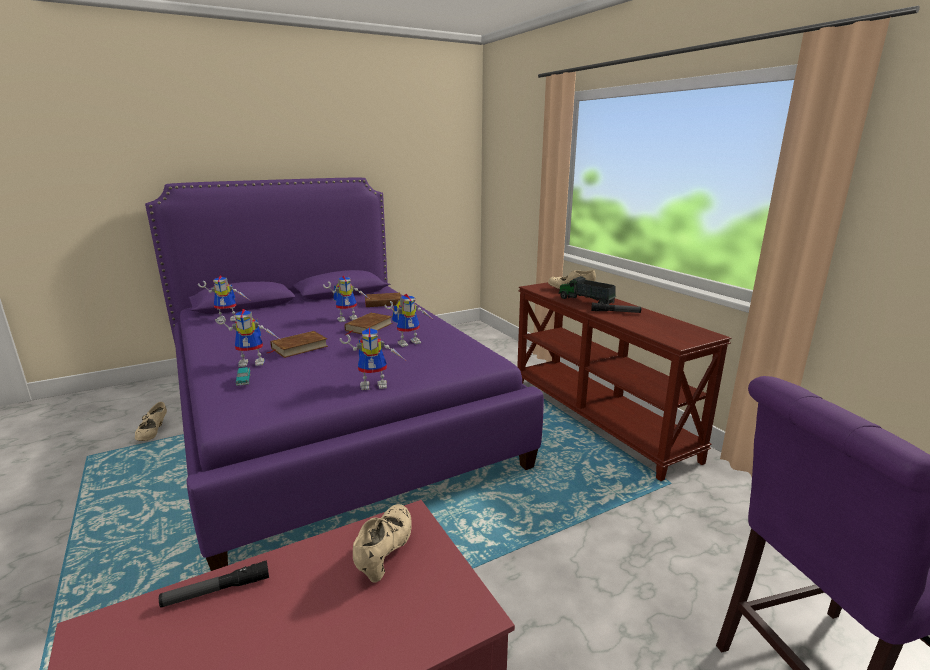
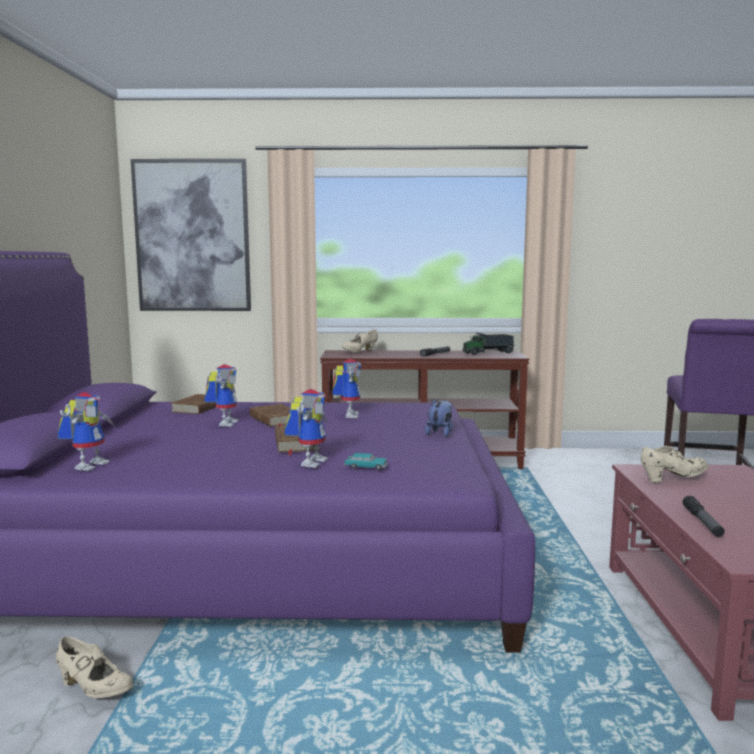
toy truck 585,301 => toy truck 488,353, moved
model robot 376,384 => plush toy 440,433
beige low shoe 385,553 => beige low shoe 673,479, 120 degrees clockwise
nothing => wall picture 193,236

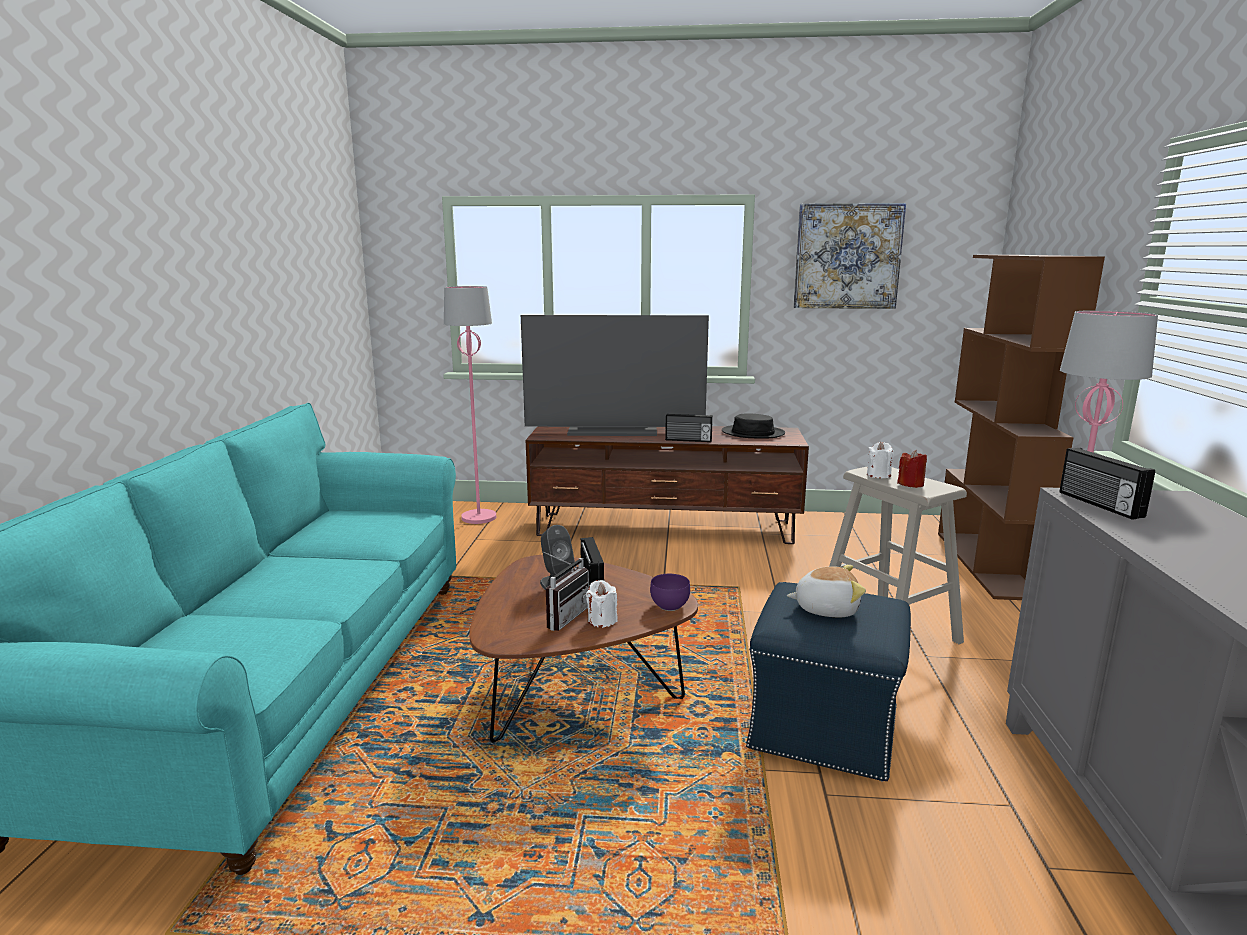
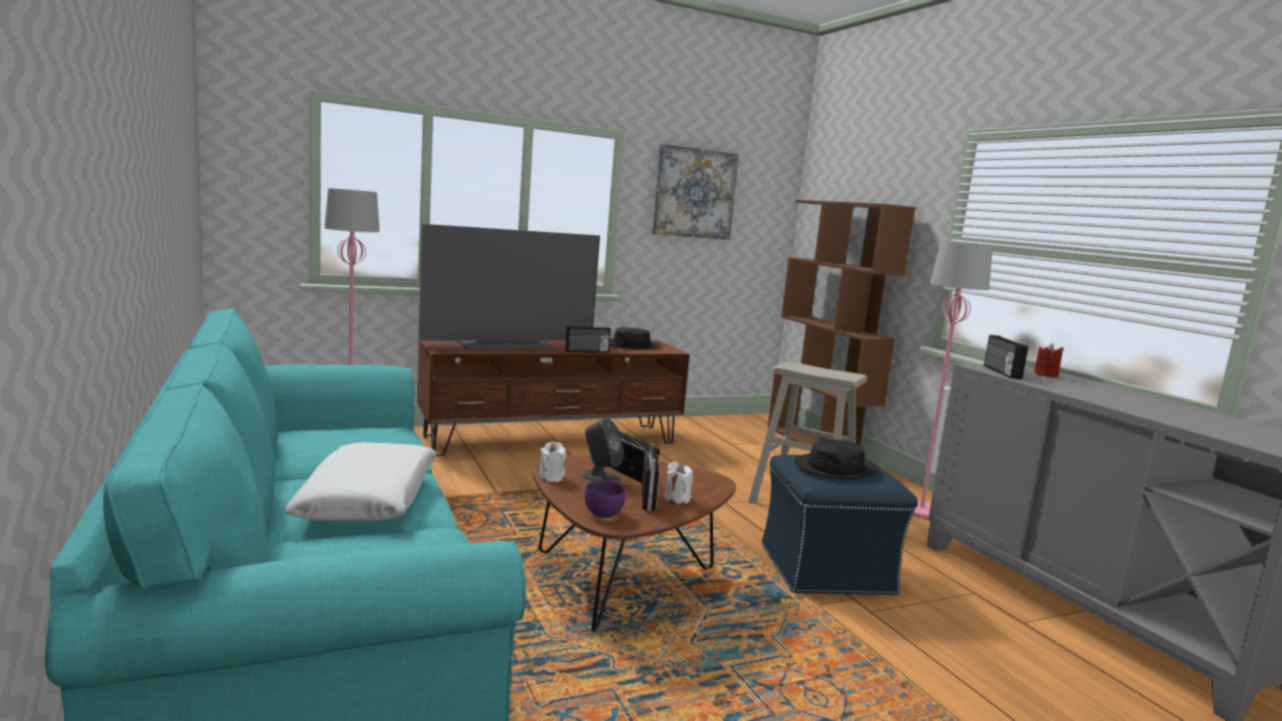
white wax light 878,475 => white wax light 551,477, moved
radio 1098,504 => radio 1001,372, 45 degrees clockwise
reddish wax light 911,484 => reddish wax light 1045,375, moved
plush toy 826,609 => blackish wearable hat 835,468
purple deep dish 668,606 => purple deep dish 601,514, moved
nothing => white throw pillow 369,499

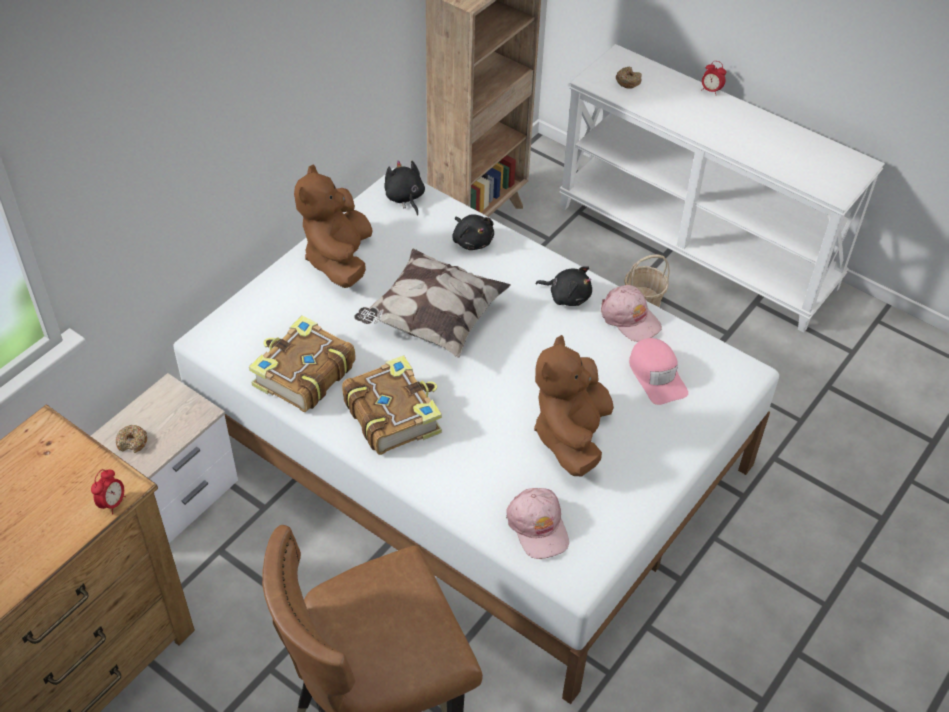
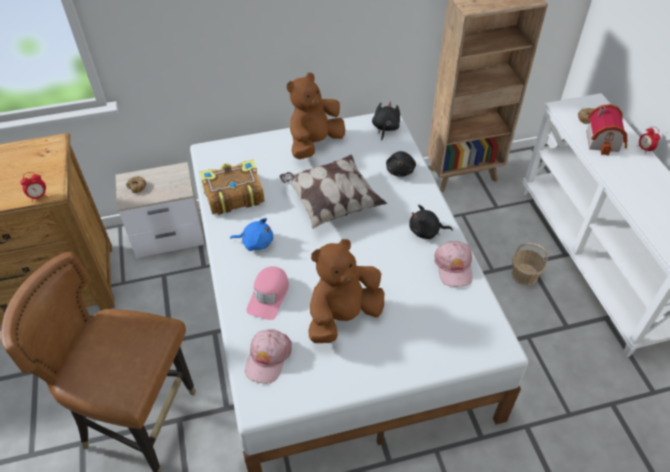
blackish plush toy 567,296 => blackish plush toy 426,231, 120 degrees clockwise
pink-coloured baseball cap 656,375 => pink-coloured baseball cap 269,296, moved
bound book 392,414 => blue-coloured plush toy 256,242
nothing => model house 604,140

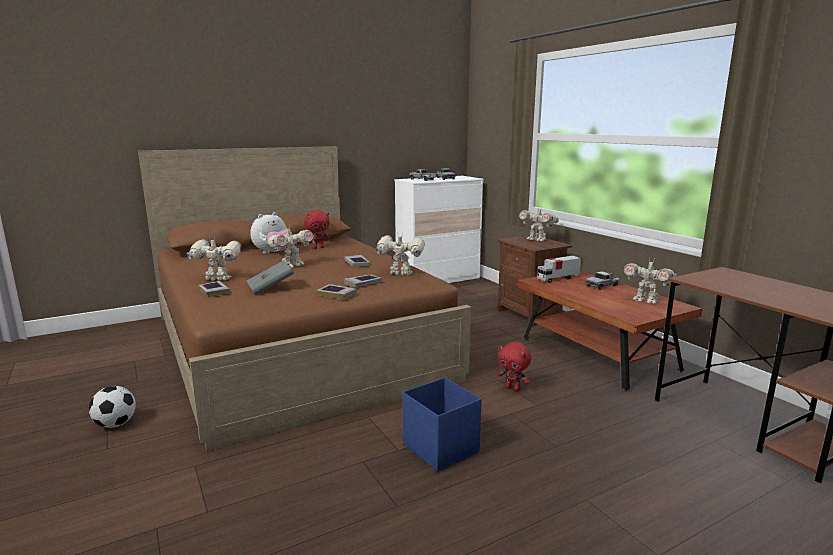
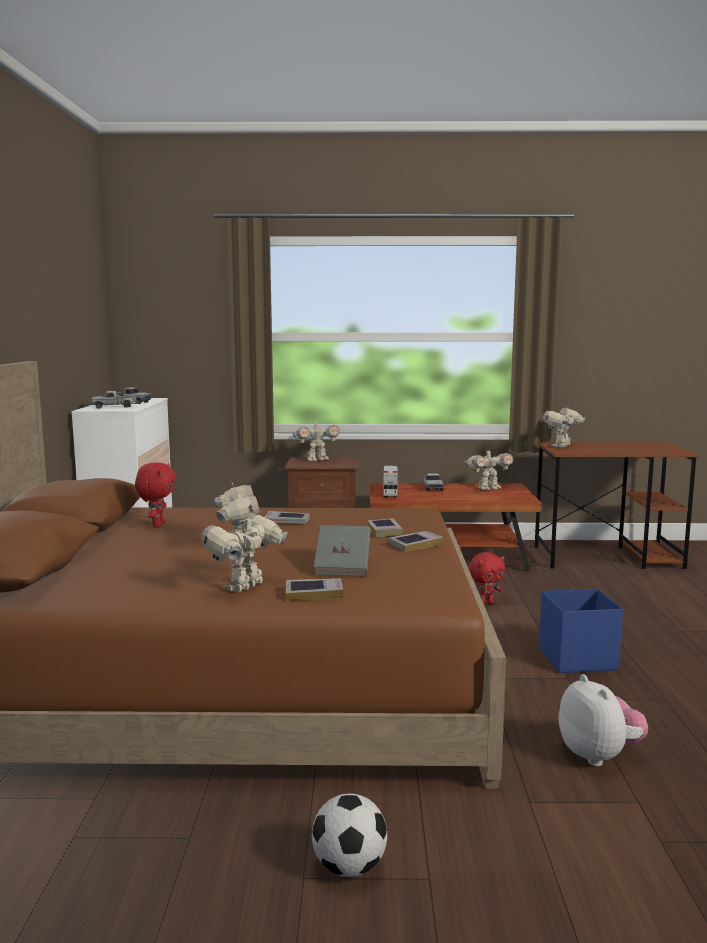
plush toy 273,253 => plush toy 599,756, moved
model robot 400,274 => model robot 562,446, moved

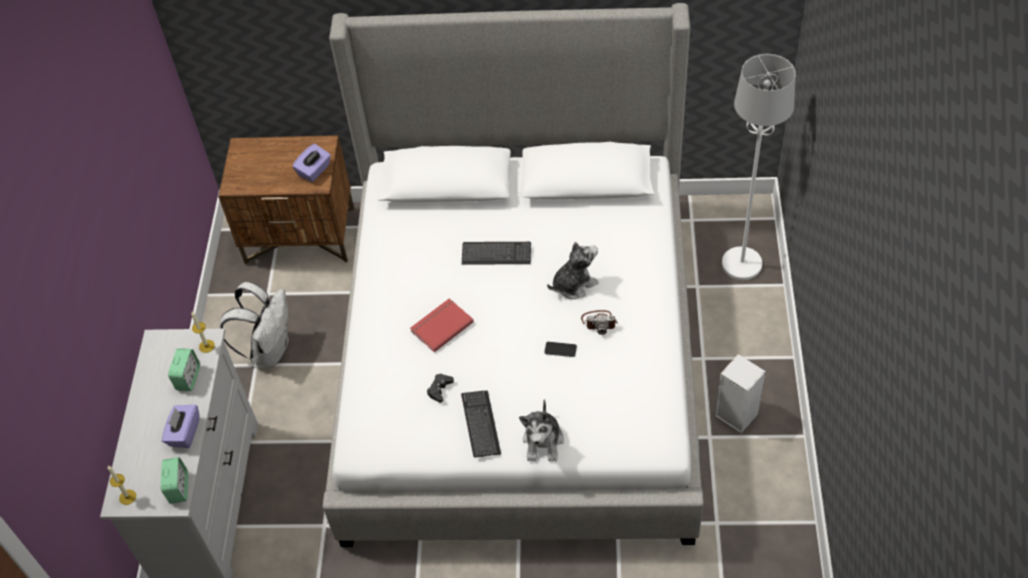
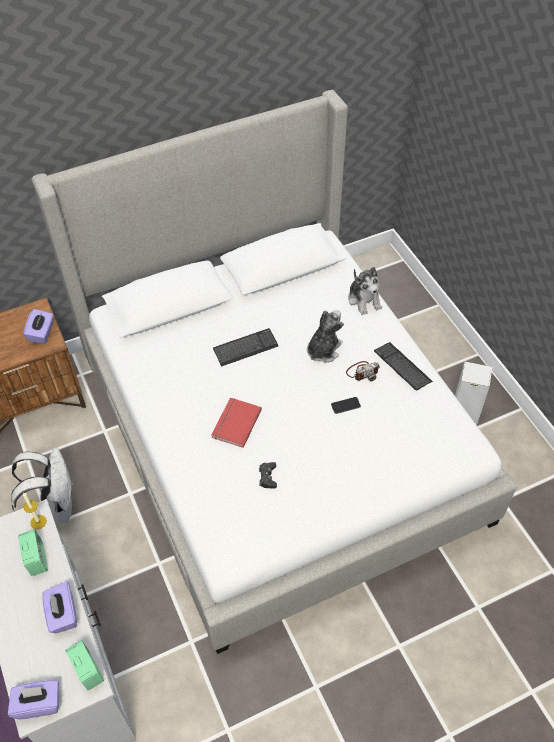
white floor lamp 742,264 => nothing
PC keyboard 481,424 => PC keyboard 402,367, moved
plush toy 543,441 => plush toy 364,300, moved
wax light 127,497 => purple tissue box 38,704

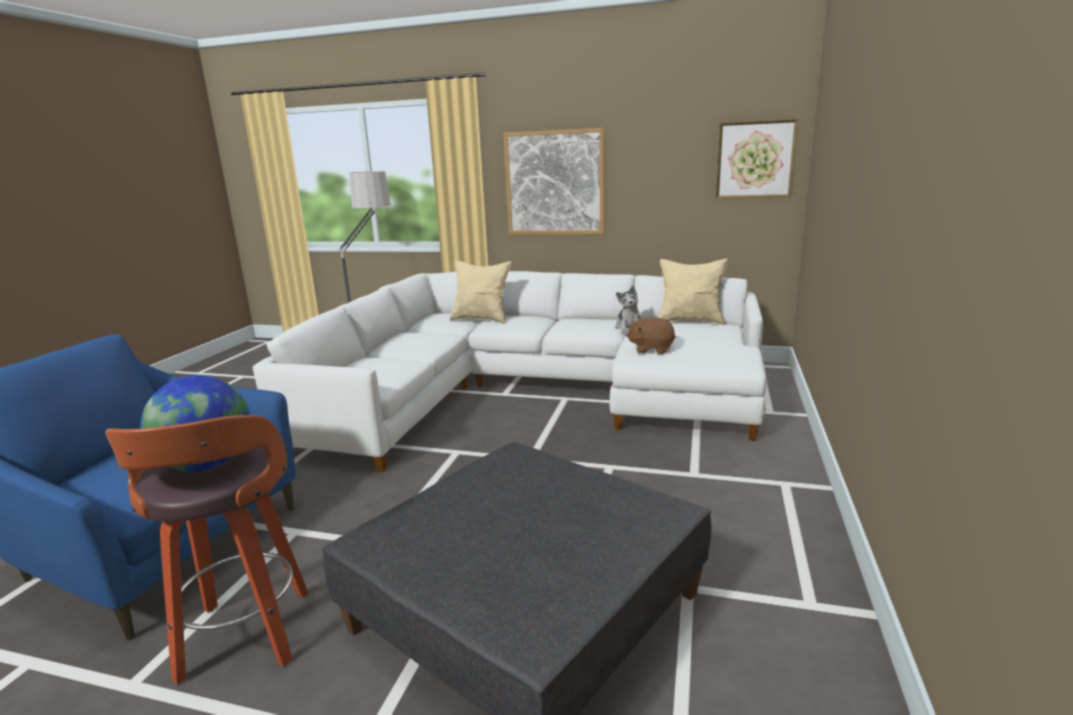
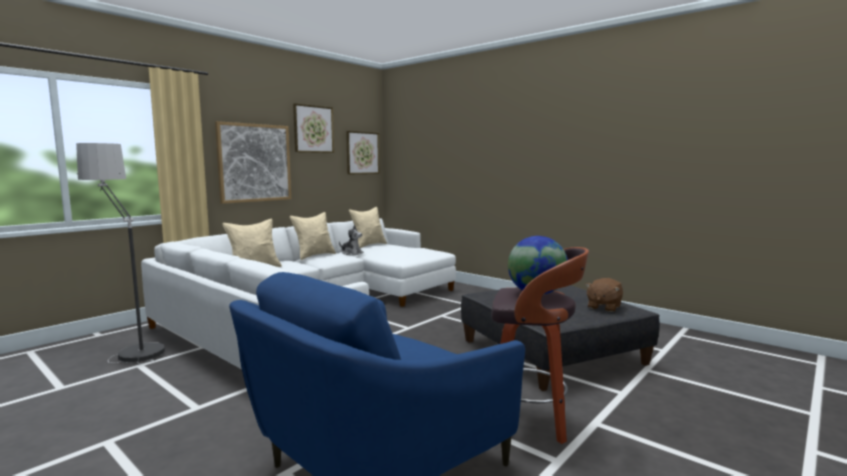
brownish plush toy 651,349 => brownish plush toy 603,307, moved
nothing => wall picture 313,129
nothing => beige throw pillow 314,256

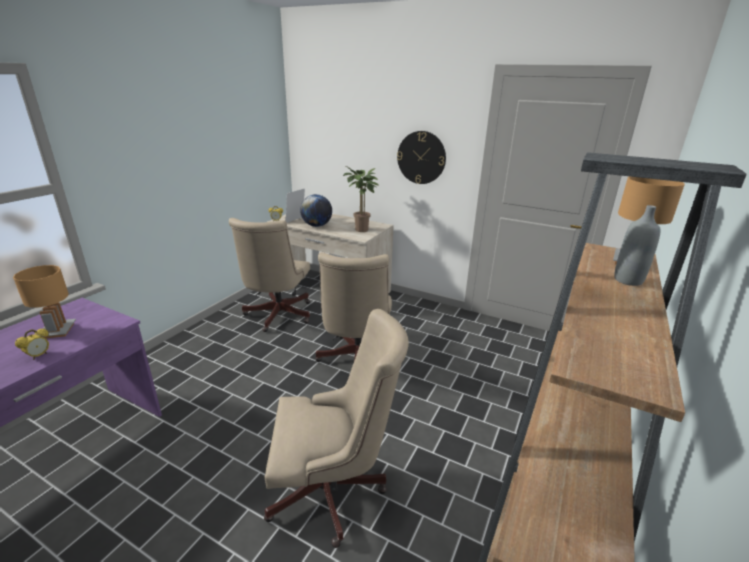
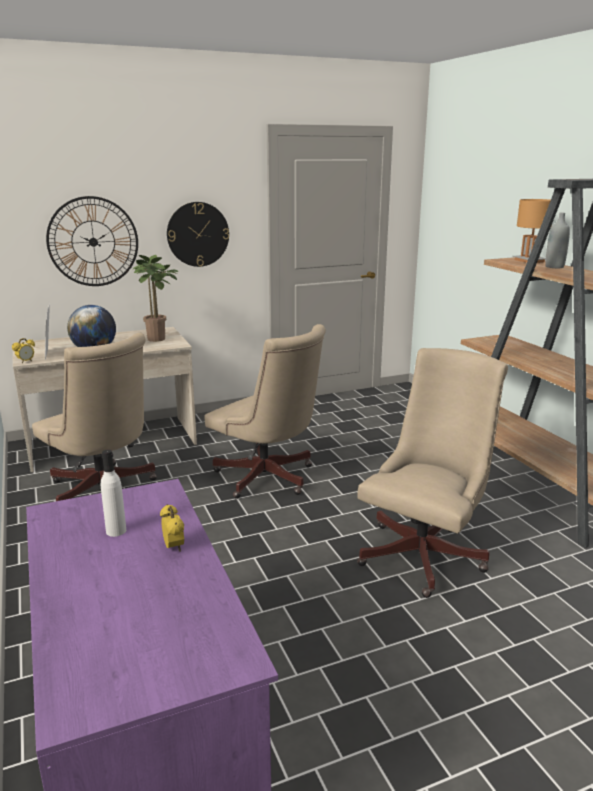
brownish table lamp 57,331 => white bottle 116,531
nothing => wall clock 93,242

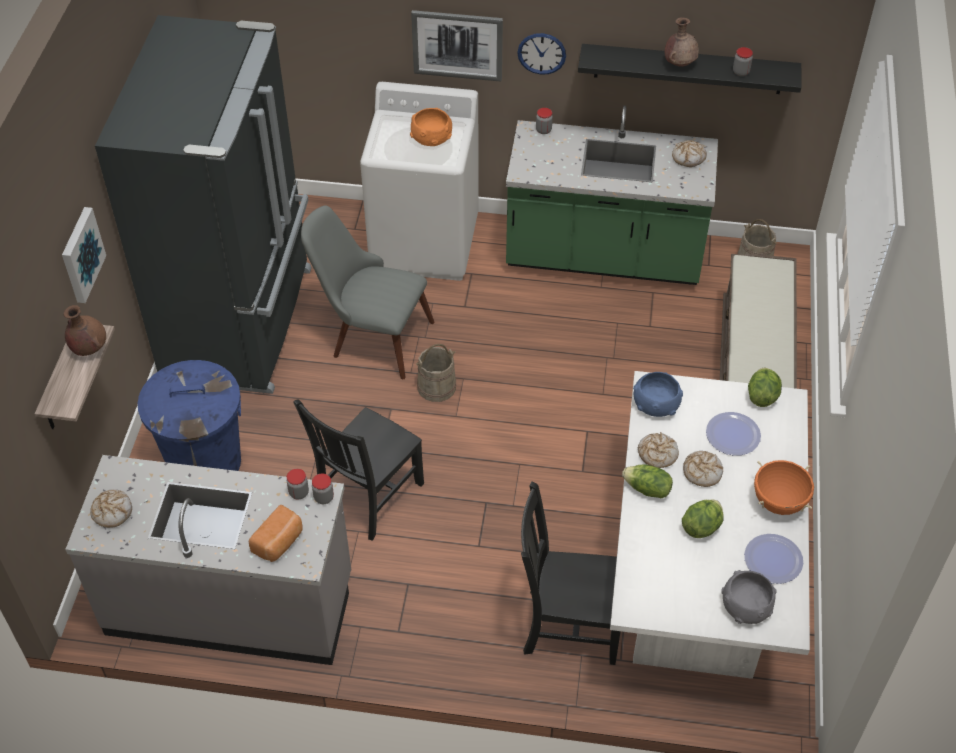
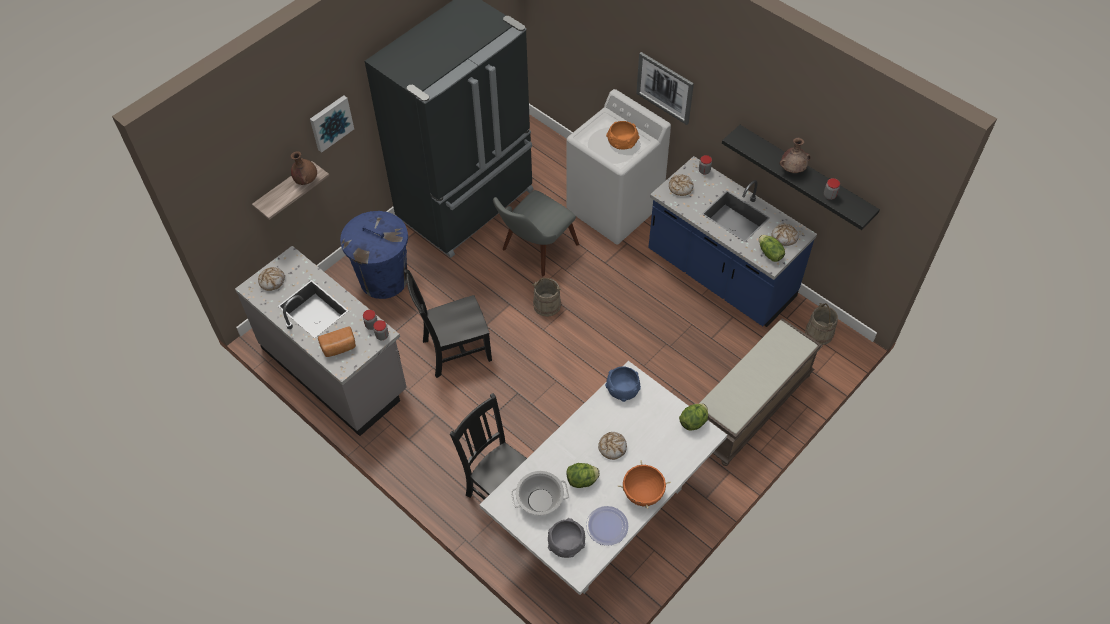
wall clock 541,53 => nothing
green-coloured kitchen base unit 603,257 => blue-coloured kitchen base unit 720,276
greyish plain chair 370,336 => greyish plain chair 534,252, 105 degrees counterclockwise
plate 732,435 => nothing
bakery bread 657,454 => bakery bread 680,187, moved
lettuce 647,489 => lettuce 769,254, moved
nothing => cooking pot 540,501

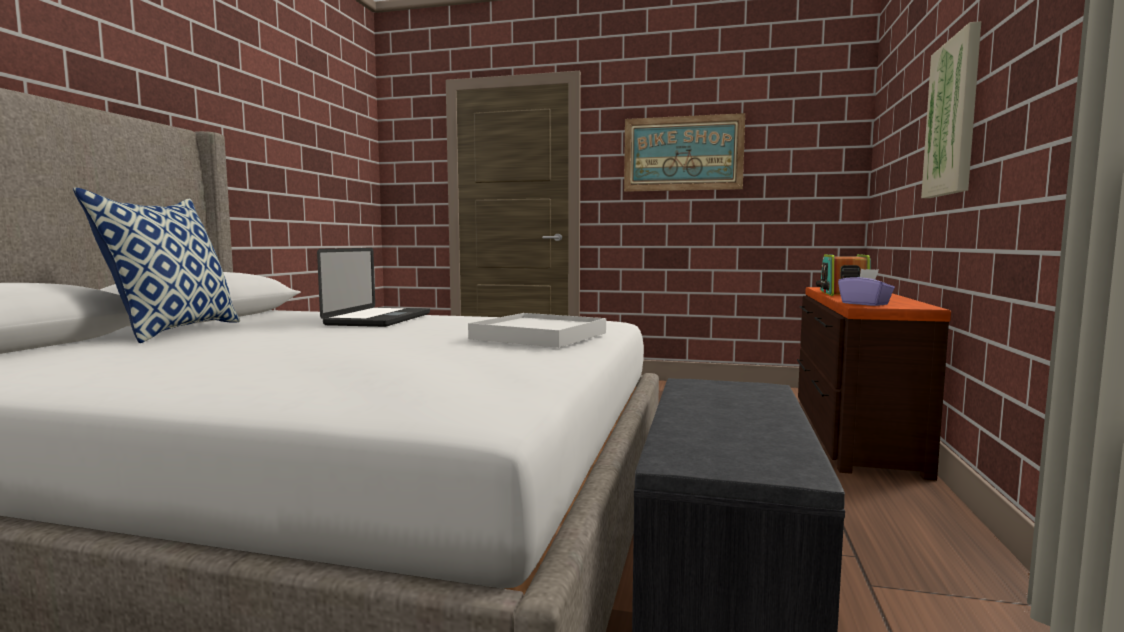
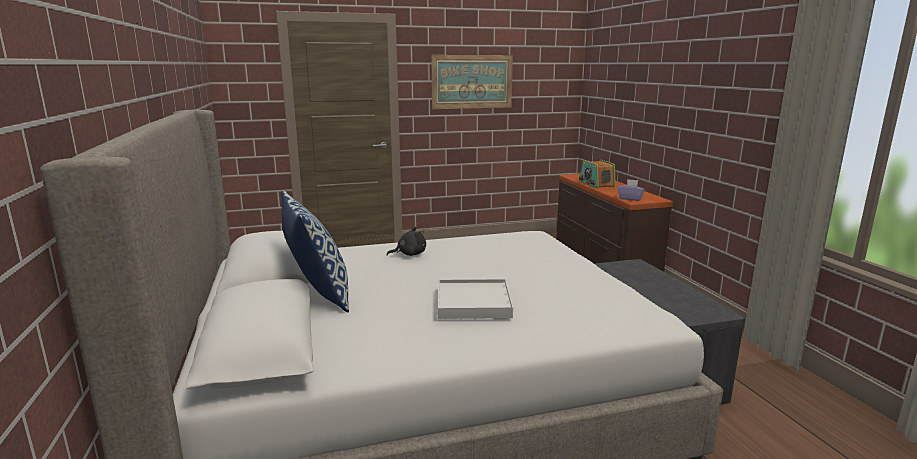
wall picture 953,118 => nothing
laptop 379,319 => blackish plush toy 409,254
white tray 538,336 => white tray 473,303, moved

